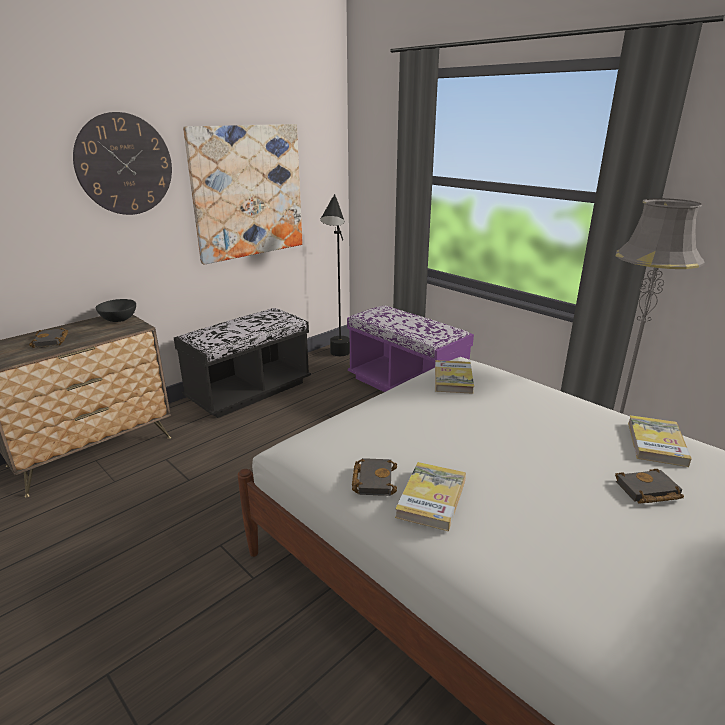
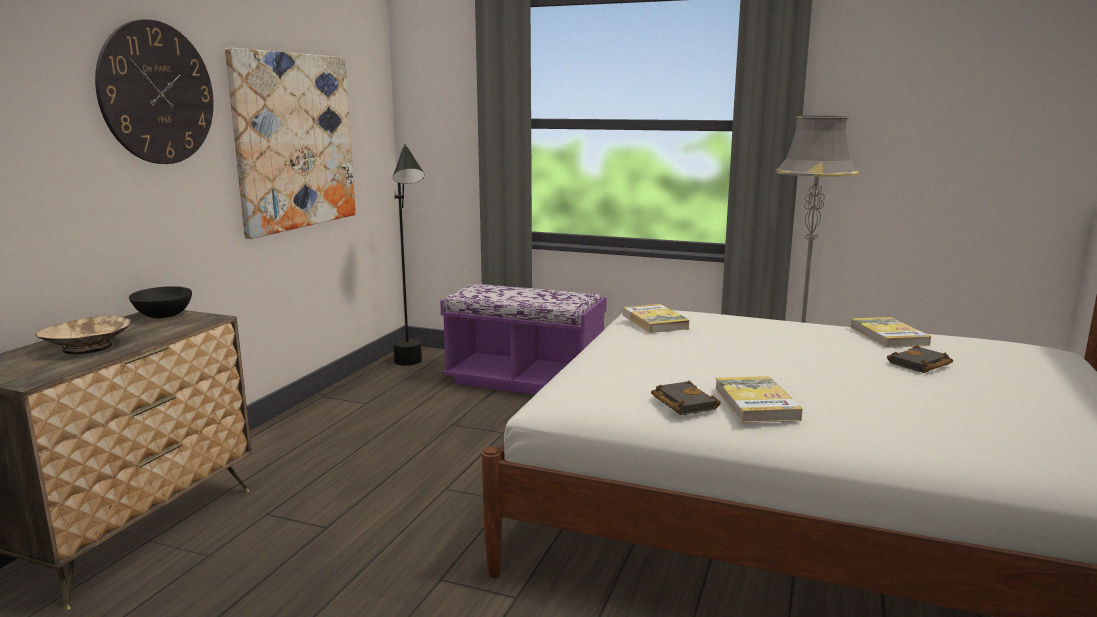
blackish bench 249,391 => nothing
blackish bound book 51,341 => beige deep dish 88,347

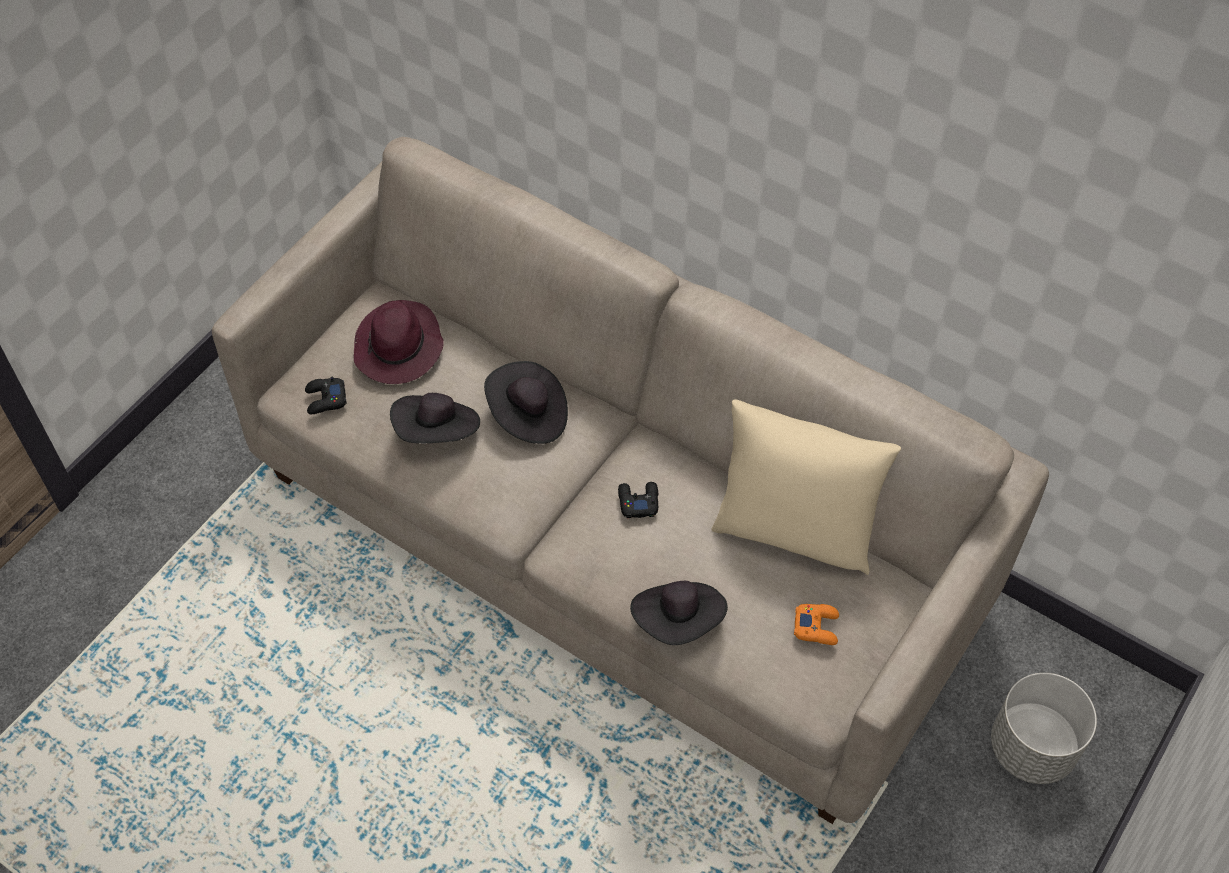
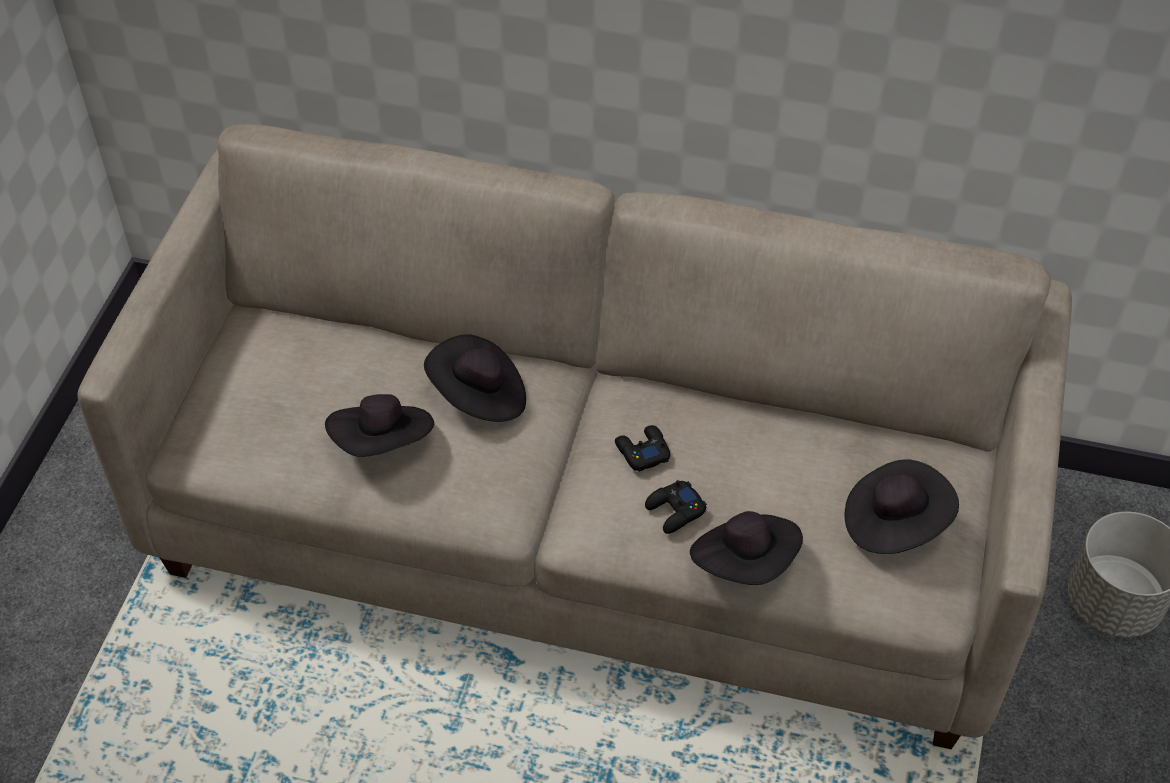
purple wearable hat 399,348 => nothing
blackish game controller 325,399 => blackish game controller 675,511, moved
beige throw pillow 794,531 => nothing
orange game controller 817,626 => blackish wearable hat 894,523

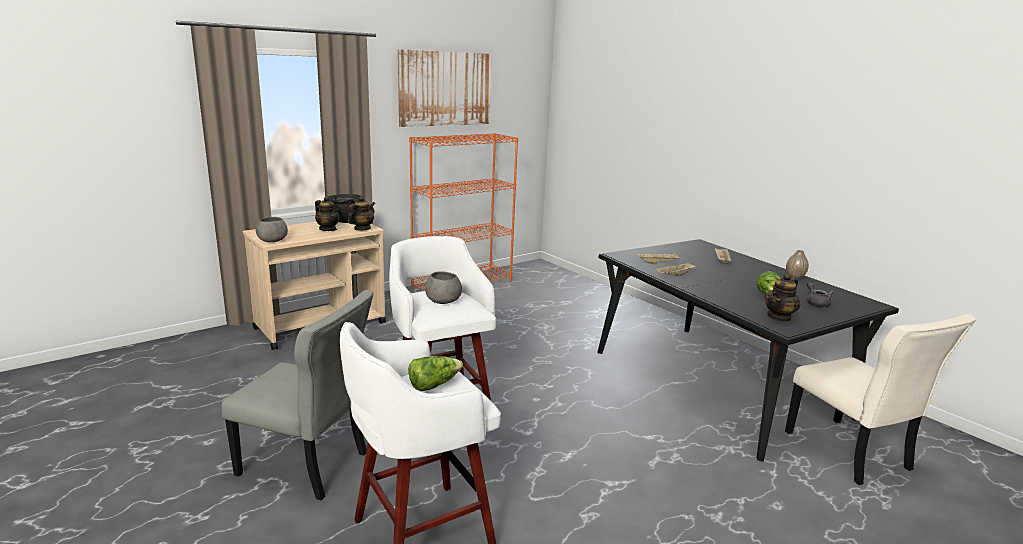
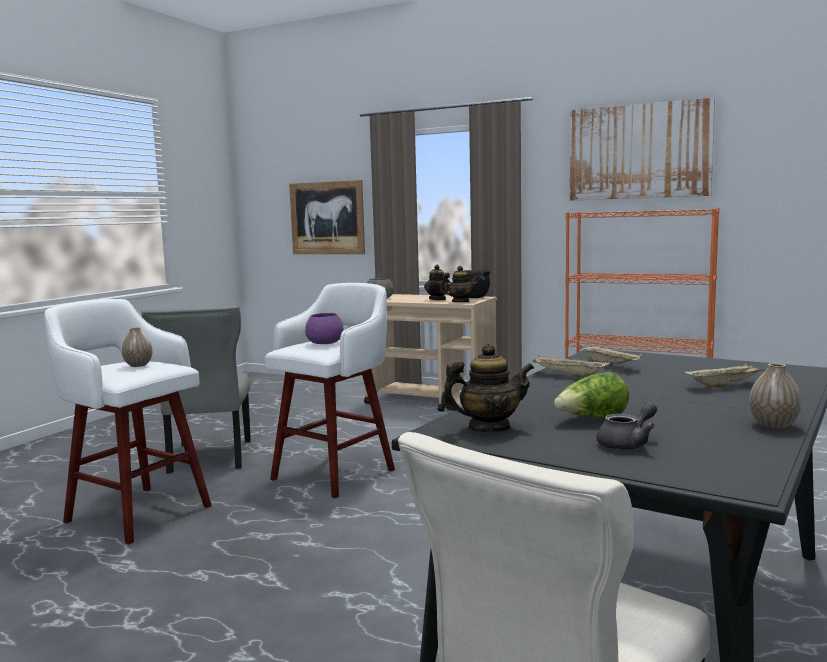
greyish deep dish 442,300 => purple deep dish 325,342
teapot 779,317 => teapot 488,428, 150 degrees clockwise
lettuce 434,384 => flower vase 138,365
nothing => wall picture 327,218

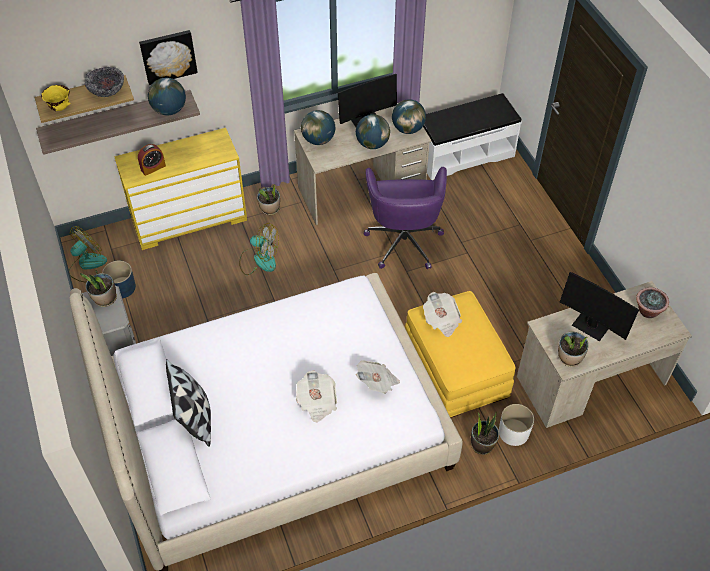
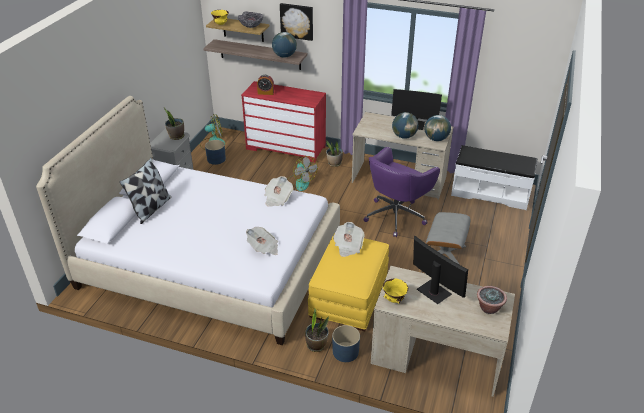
globe 318,140 => nothing
yellow chest of drawers 189,219 => reddish chest of drawers 286,148
computer screen 591,325 => computer screen 434,292, 150 degrees clockwise
potted plant 569,358 => yellow deep dish 394,300
newspaper 317,402 => newspaper 277,198, moved
white flower pot 513,432 => blue-coloured flower pot 345,352
nothing => greyish pouffe 445,252

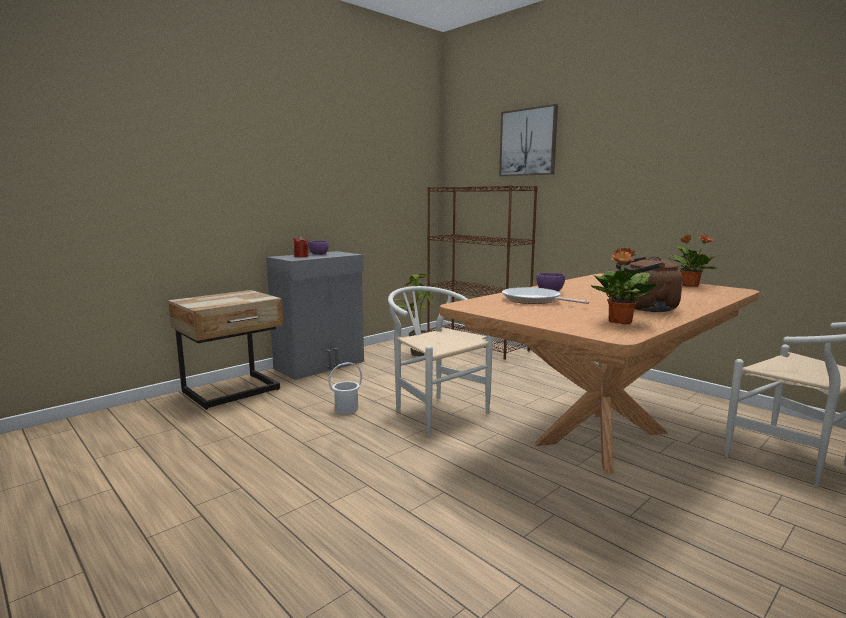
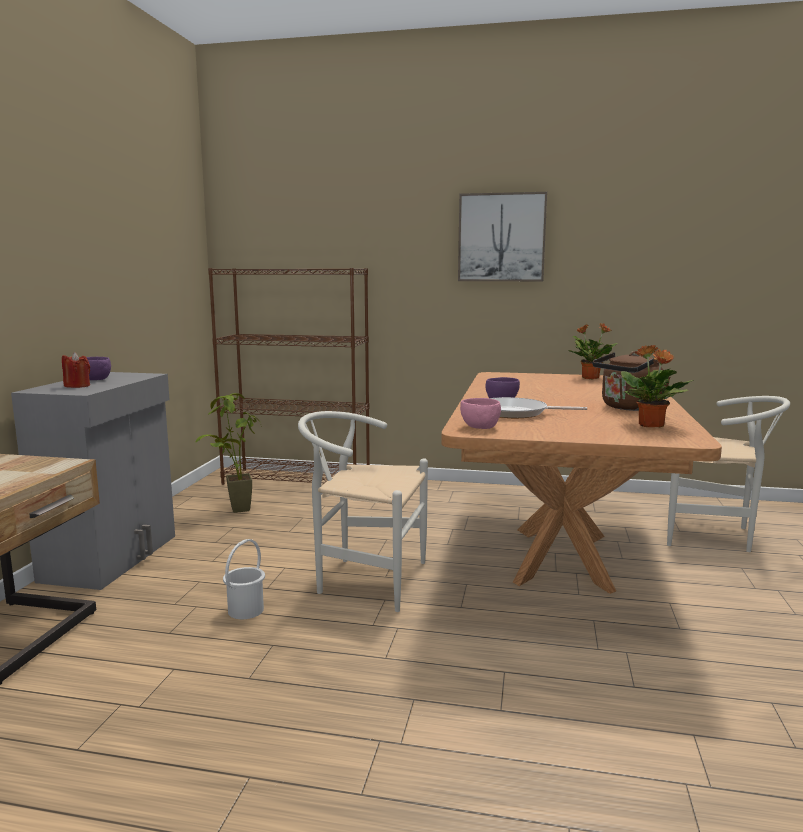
wall picture 528,142 => wall picture 501,237, moved
nothing => pink-coloured deep dish 479,427

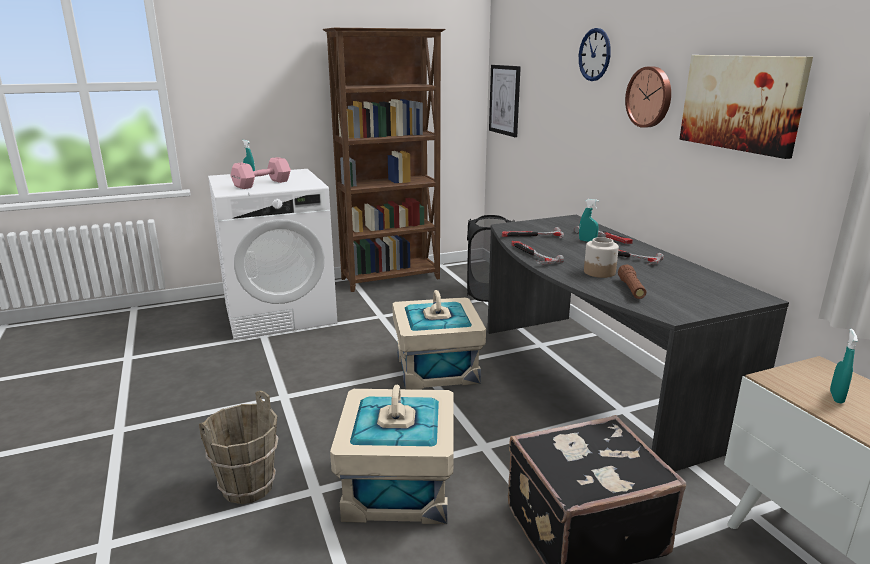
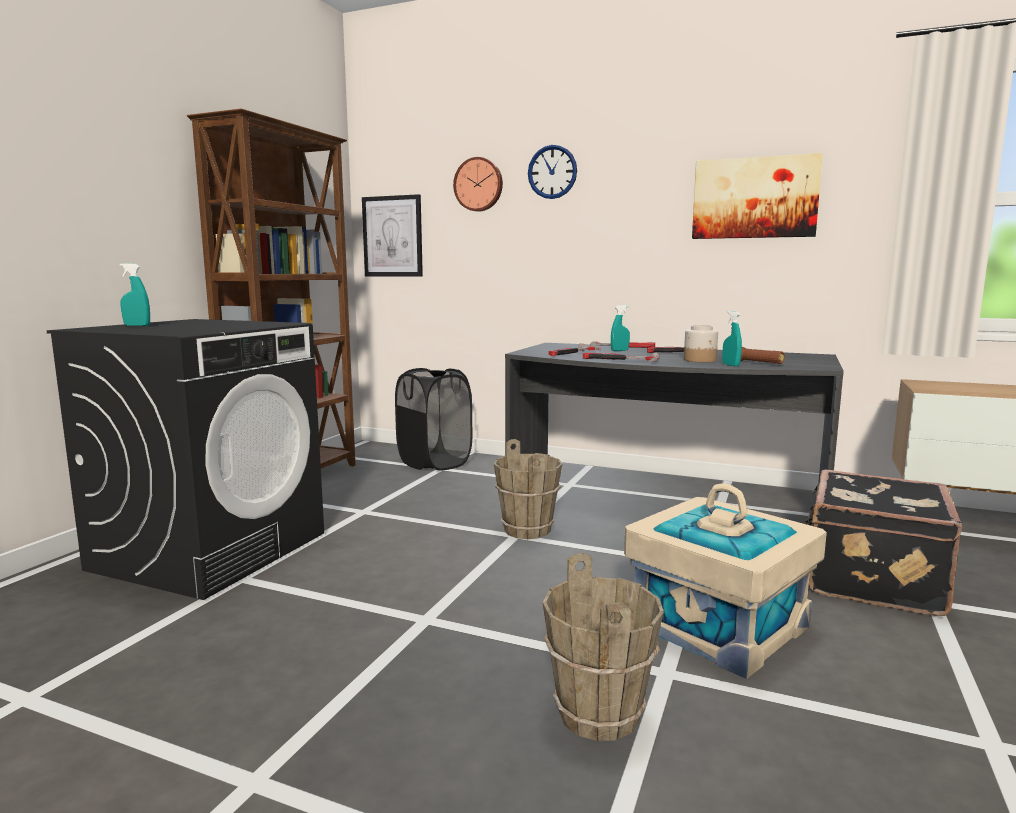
wall clock 650,97 => wall clock 479,184, moved
pink-coloured dumbbell 261,184 => nothing
white washing machine 280,313 => blackish washing machine 211,550
beige storage container 437,368 => brownish pail 528,530
turquoise-coloured sprayer 836,397 => turquoise-coloured sprayer 730,365, moved

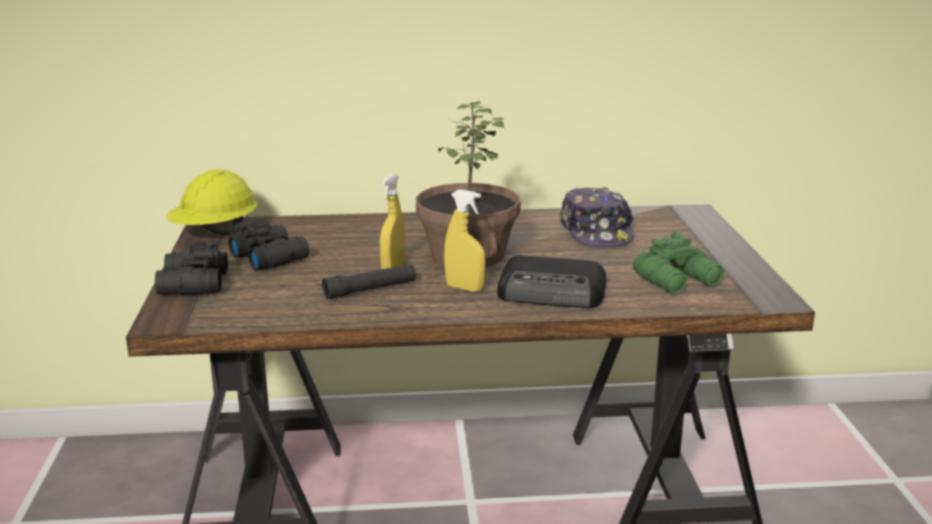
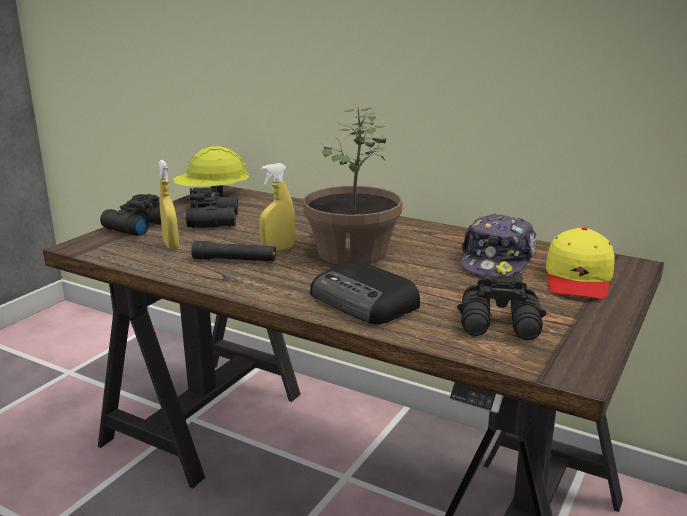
yellow sprayer 464,288 => yellow sprayer 171,245, moved
green-coloured pair of binoculars 679,281 => blackish pair of binoculars 501,325
nothing => yellow baseball cap 578,279

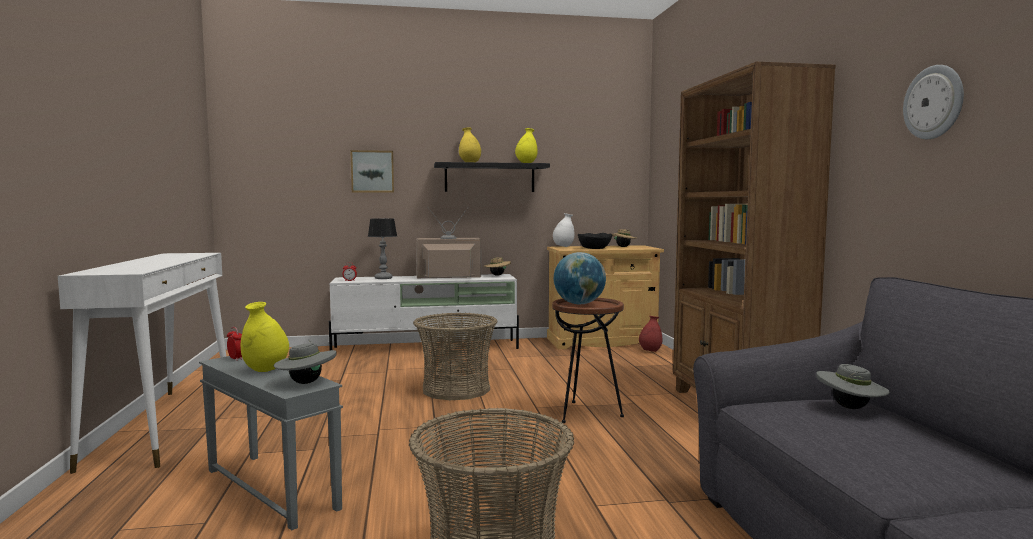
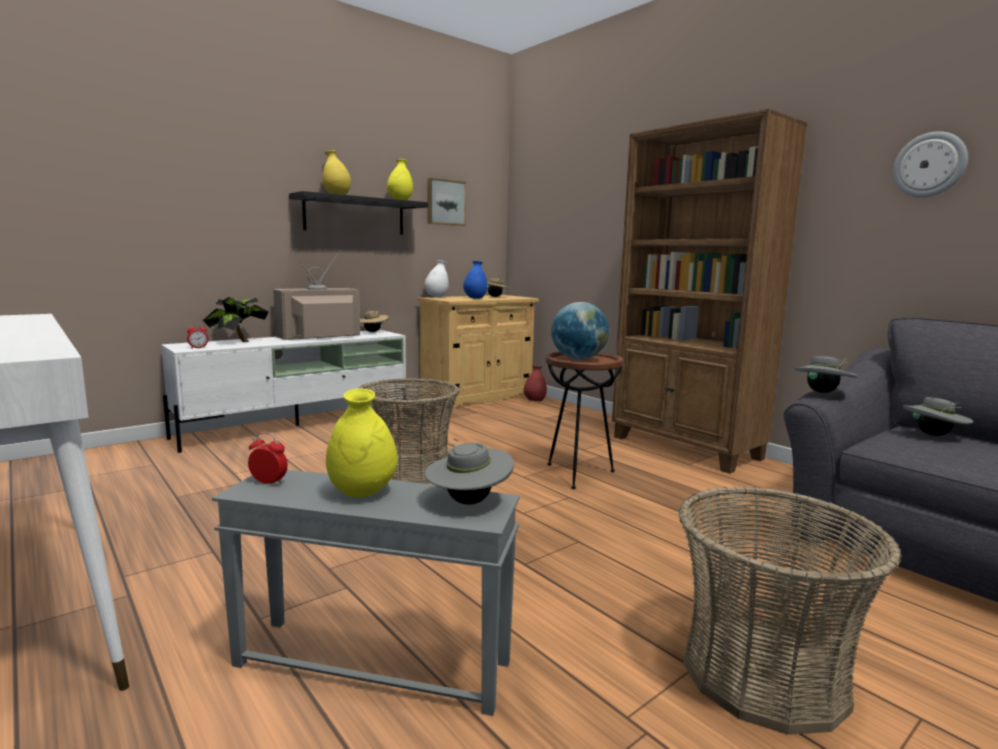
wall picture 372,171 => wall picture 445,202, moved
table lamp 383,278 => potted plant 238,342
blackish deep dish 594,248 => blue-coloured flower vase 475,298
nothing => greyish wearable hat 822,392

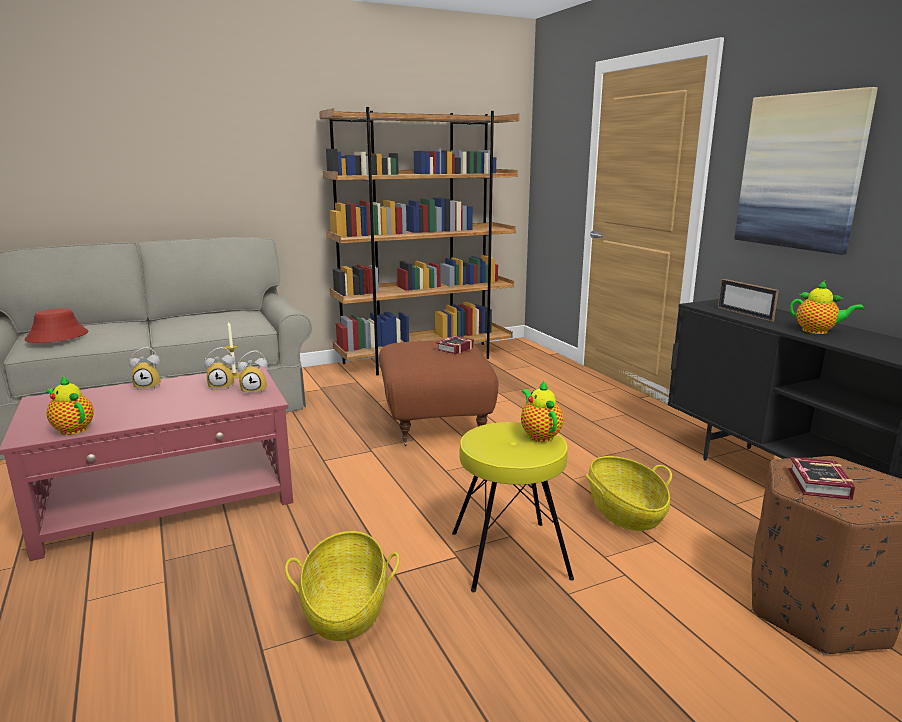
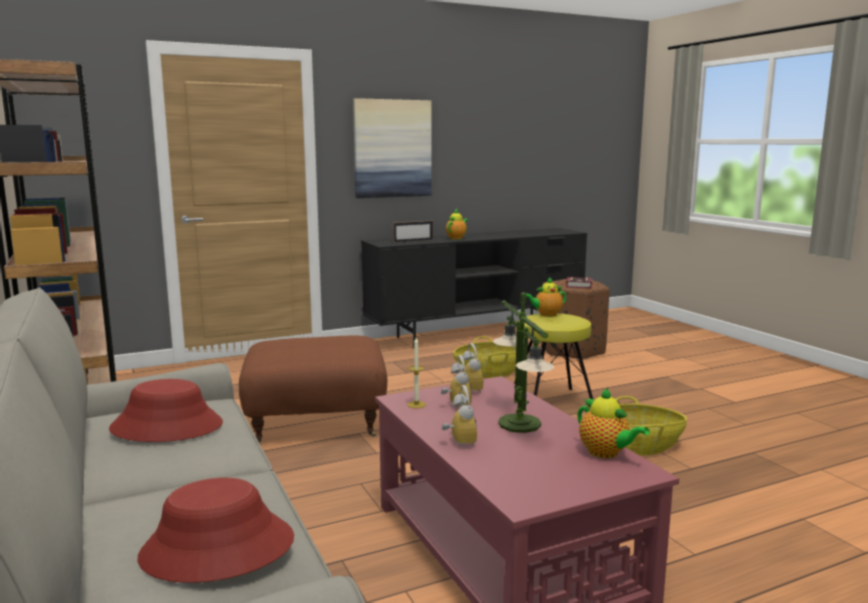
bound book 453,349 => nothing
teapot 72,429 => teapot 606,453, 75 degrees counterclockwise
nothing => table lamp 519,424
nothing => reddish wearable hat 167,426

